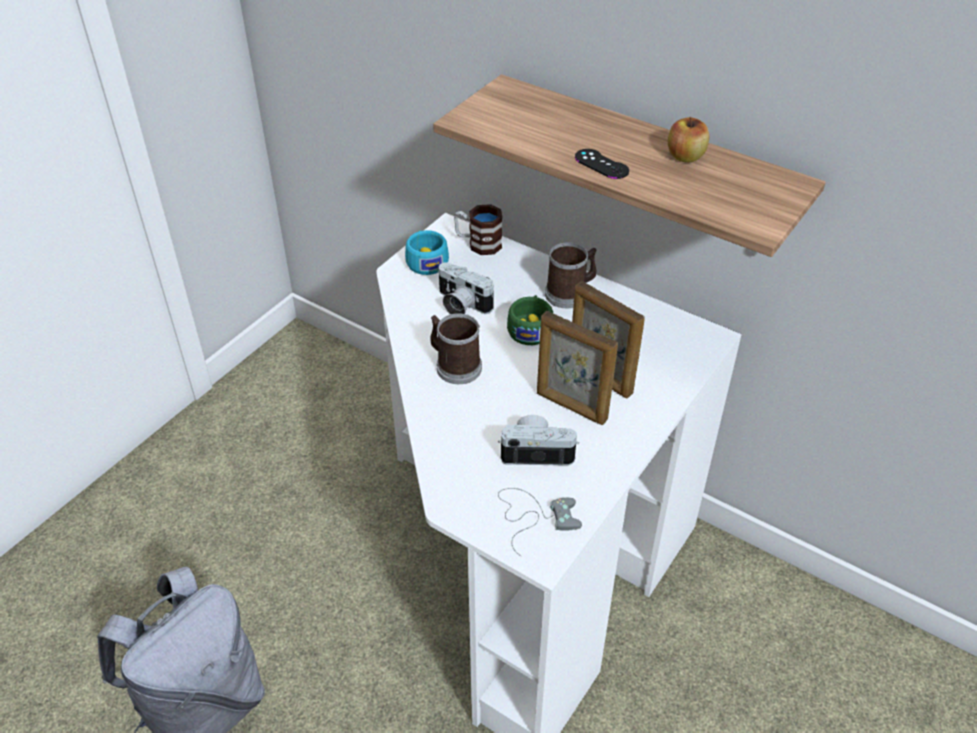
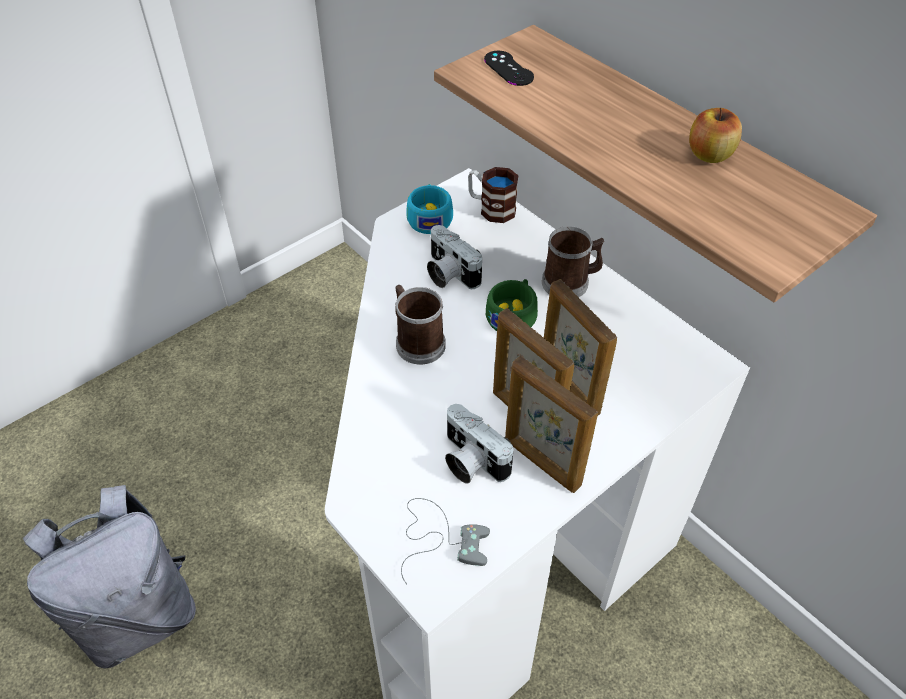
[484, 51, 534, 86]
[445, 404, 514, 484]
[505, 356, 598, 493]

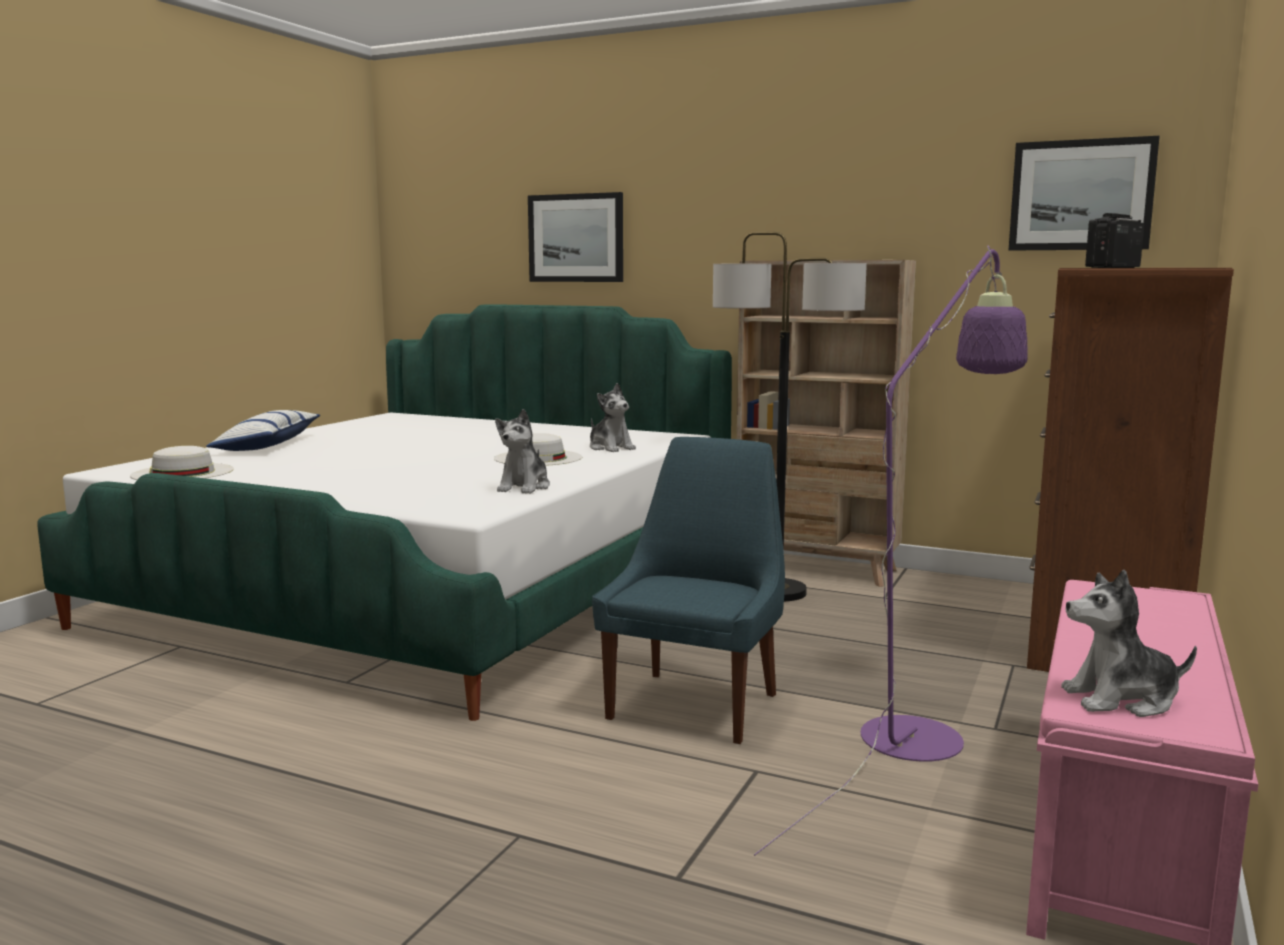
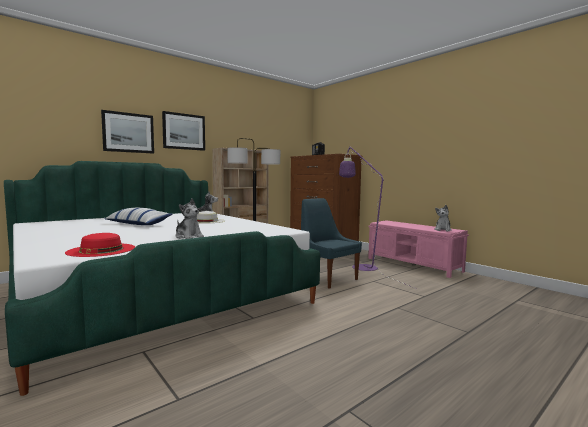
[162, 111, 205, 151]
[175, 198, 204, 239]
[104, 208, 173, 225]
[65, 233, 135, 257]

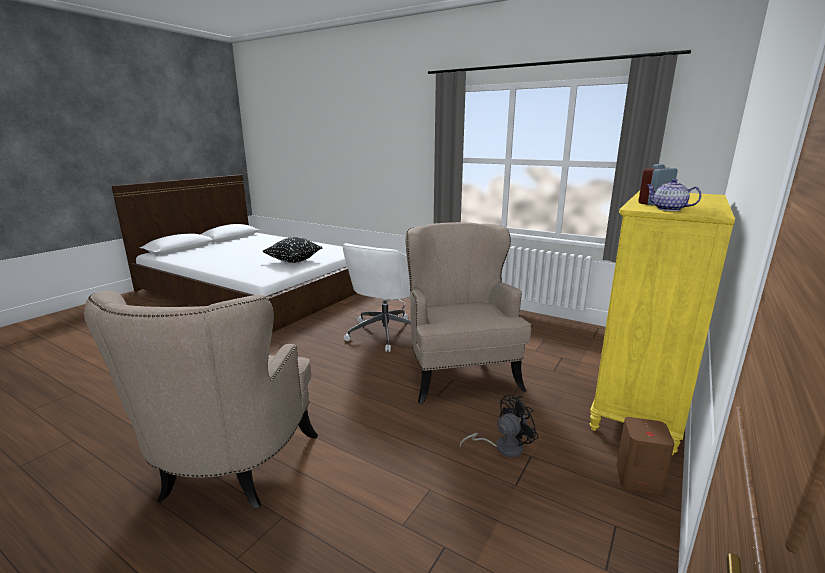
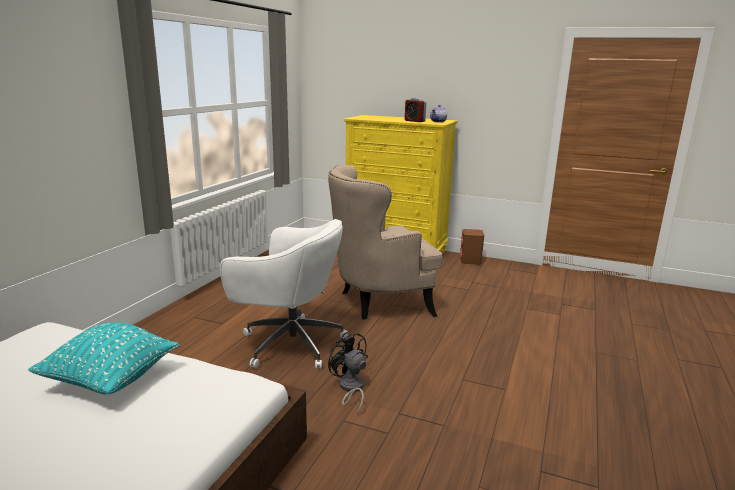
[28, 322, 180, 394]
[84, 291, 318, 509] (first image)
[328, 332, 368, 414]

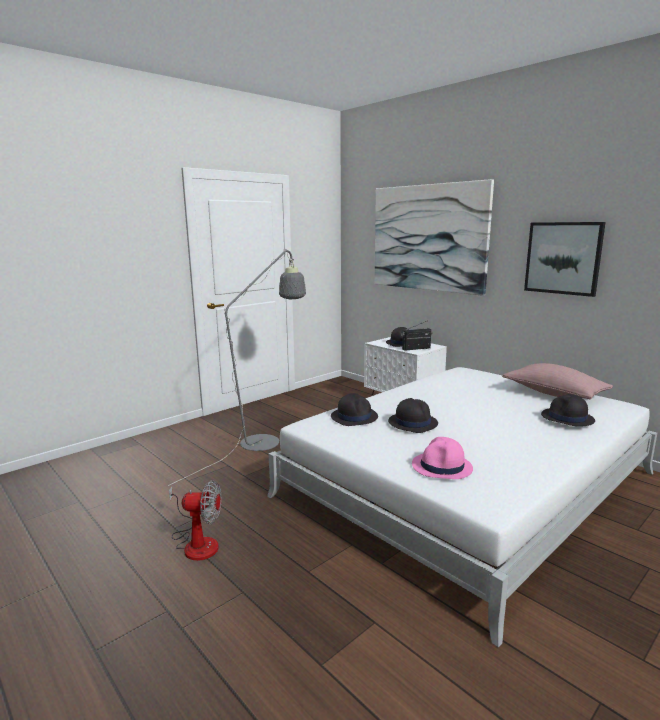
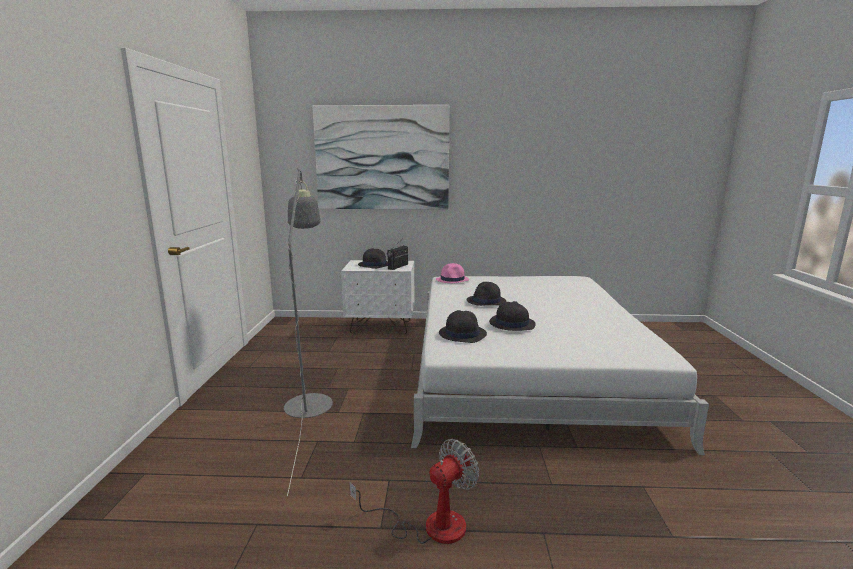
[524, 222, 606, 297] (first image)
[502, 363, 613, 399] (first image)
[466, 282, 506, 306]
[436, 263, 469, 283]

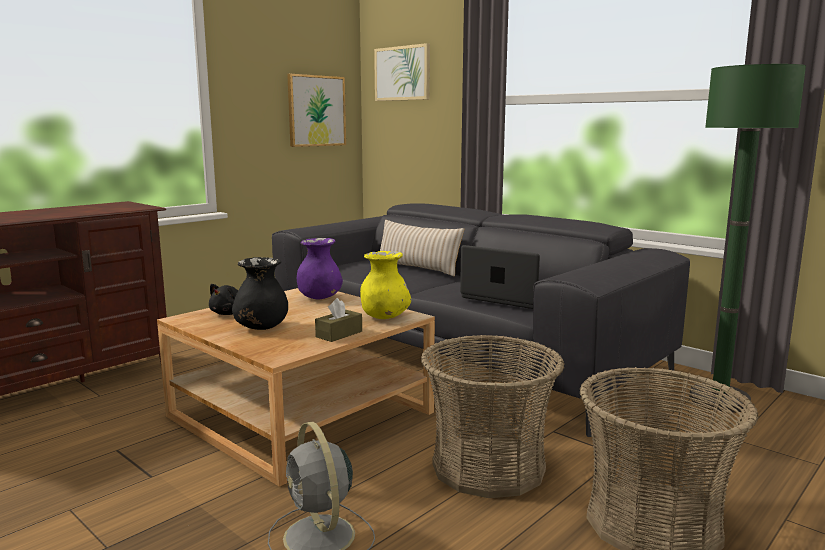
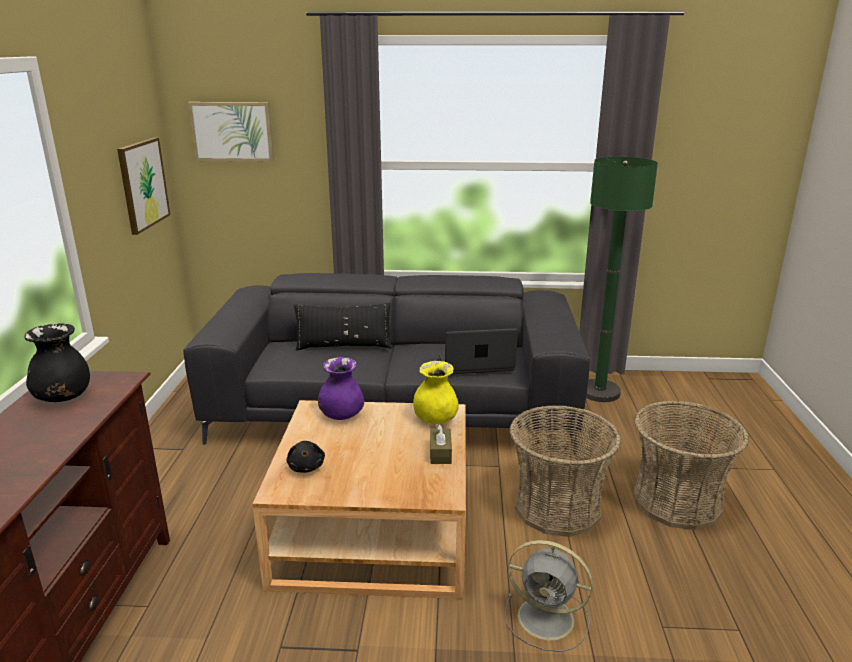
[294, 303, 392, 351]
[24, 323, 90, 402]

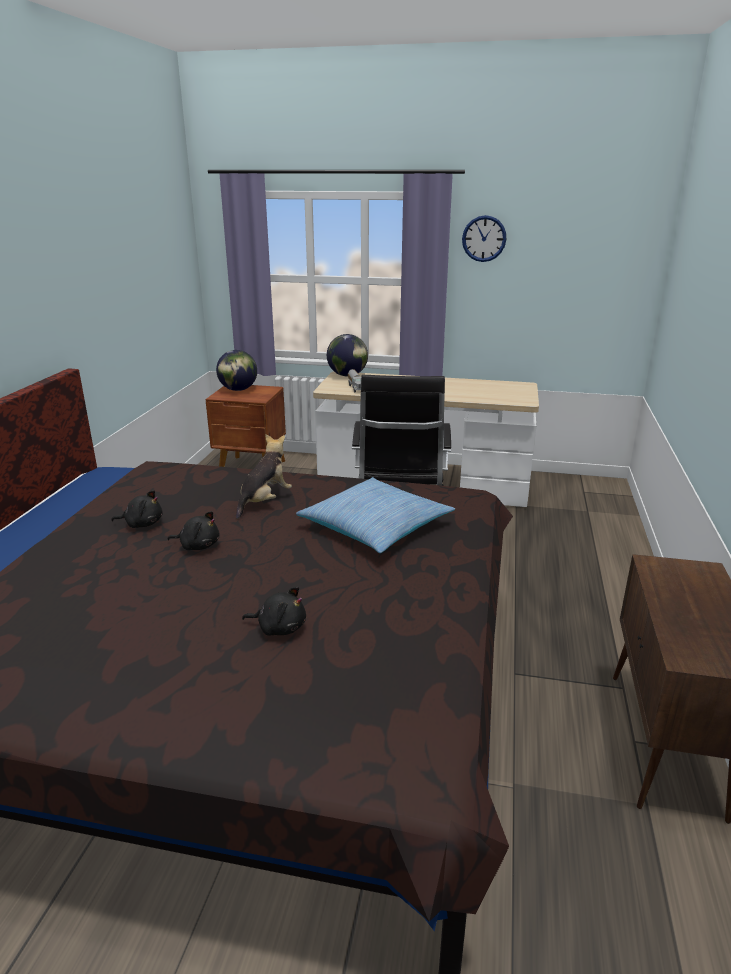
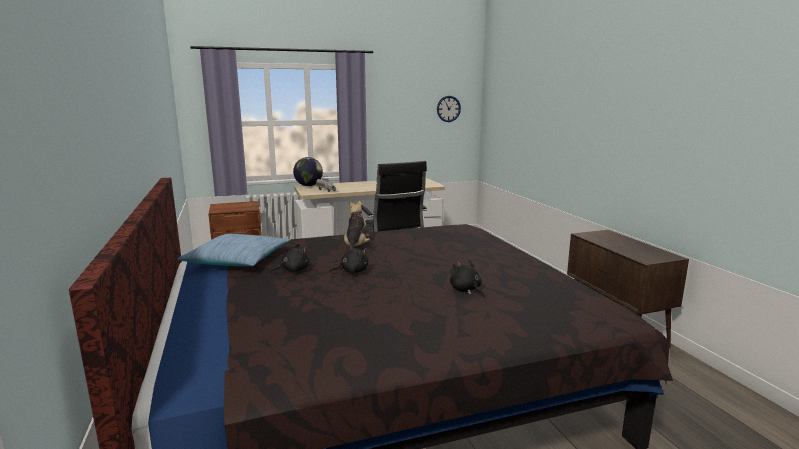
[437, 96, 461, 122]
[216, 350, 257, 391] (first image)
[178, 234, 290, 266]
[450, 260, 484, 297]

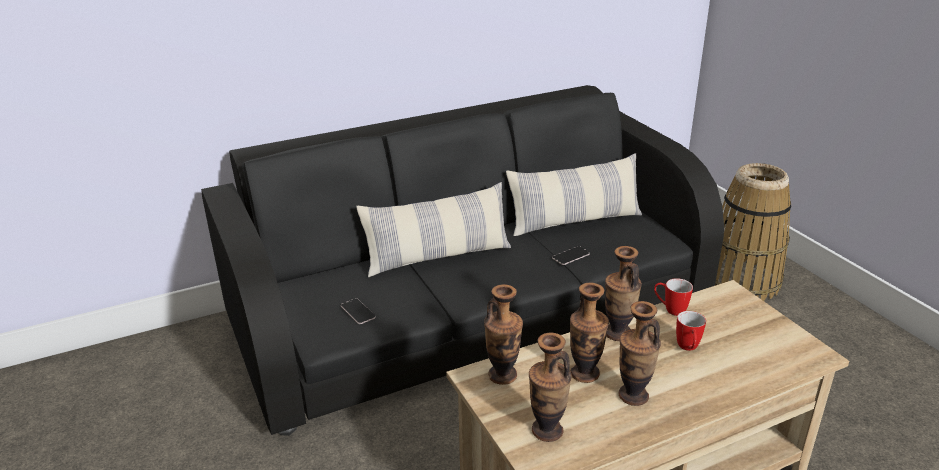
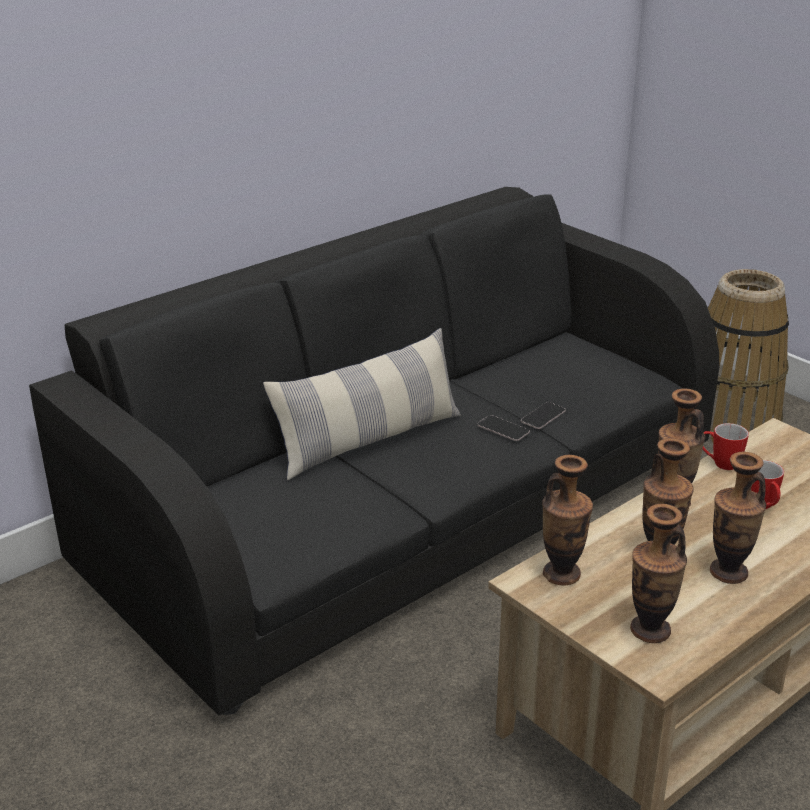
[506, 153, 642, 236] (first image)
[477, 415, 530, 441]

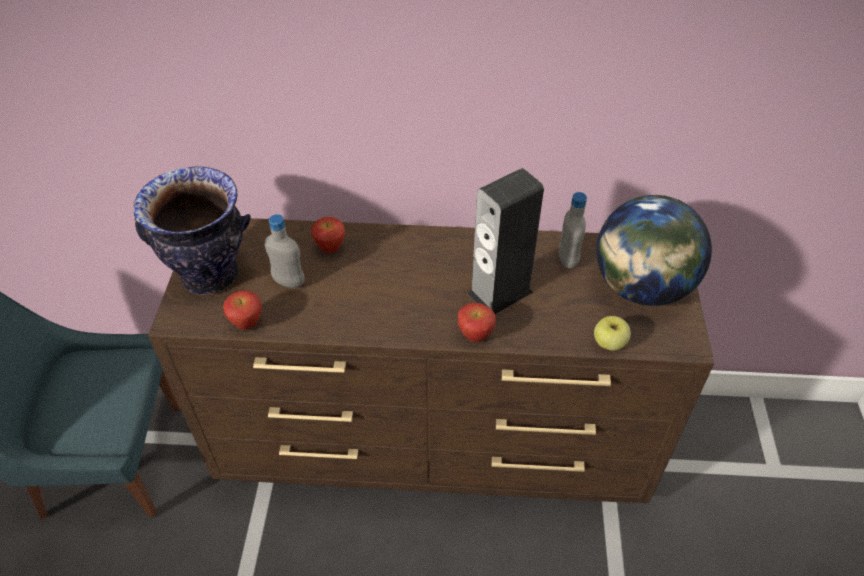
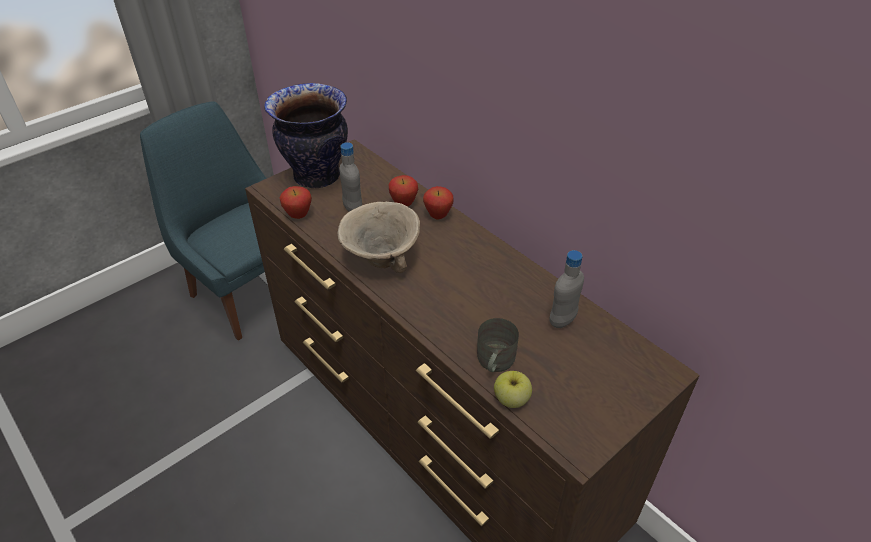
[467, 168, 544, 314] (first image)
[596, 195, 712, 306] (first image)
[423, 186, 454, 219]
[338, 202, 420, 273]
[477, 318, 519, 372]

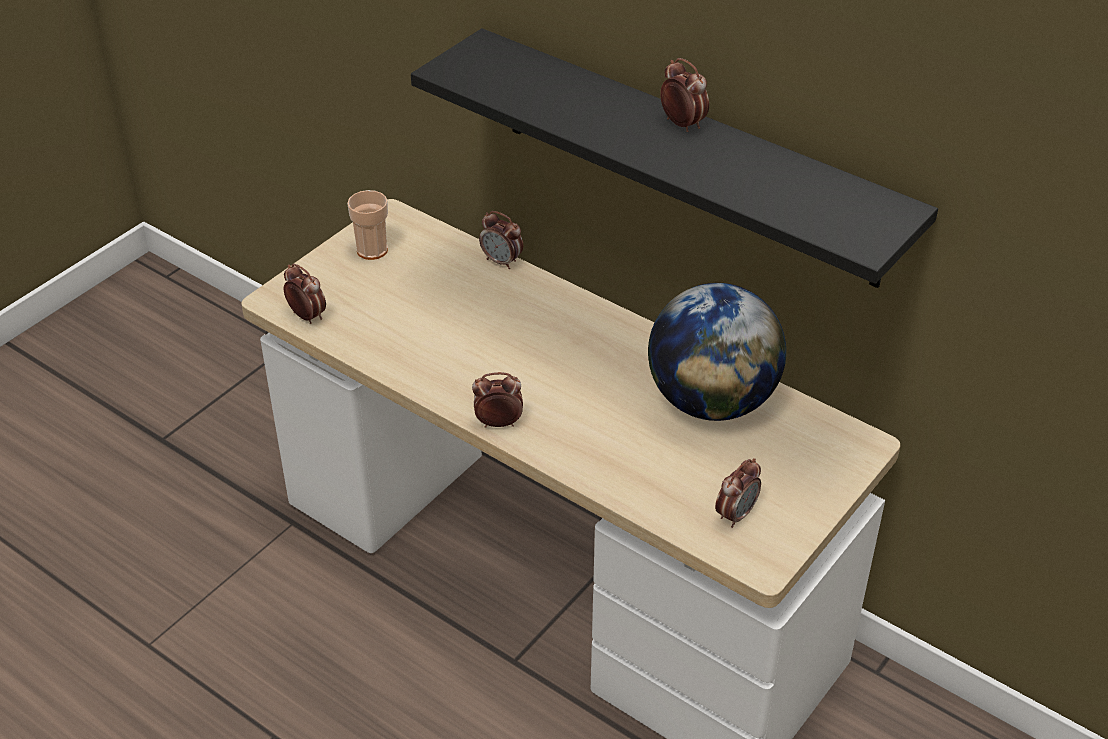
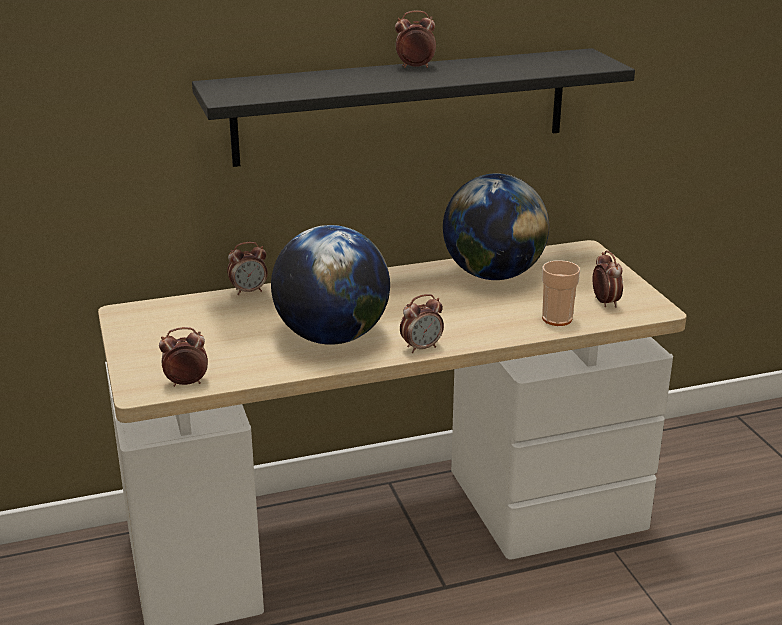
[542, 260, 580, 326]
[400, 294, 444, 353]
[271, 225, 390, 345]

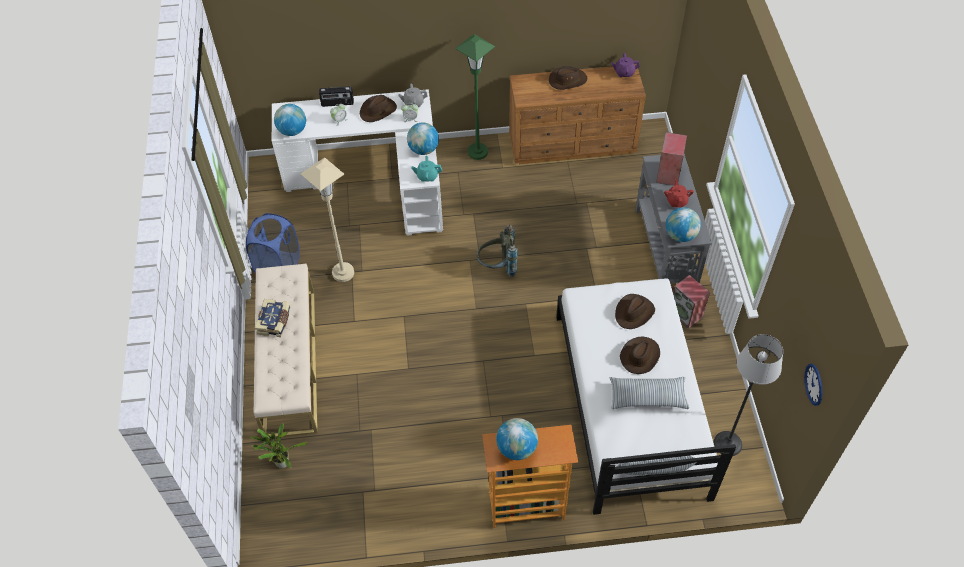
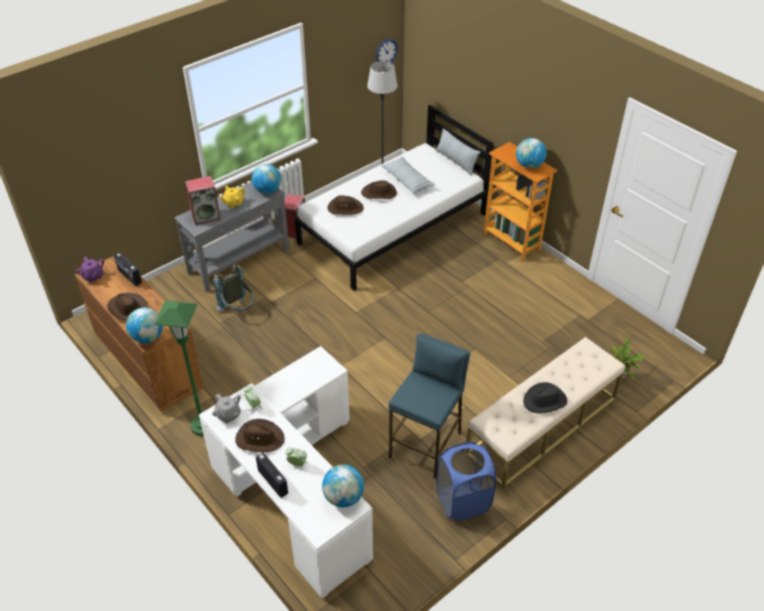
[126, 307, 163, 343]
[411, 156, 442, 182] (first image)
[388, 334, 470, 479]
[219, 186, 245, 208]
[213, 263, 255, 311]
[523, 382, 567, 413]
[114, 253, 142, 286]

